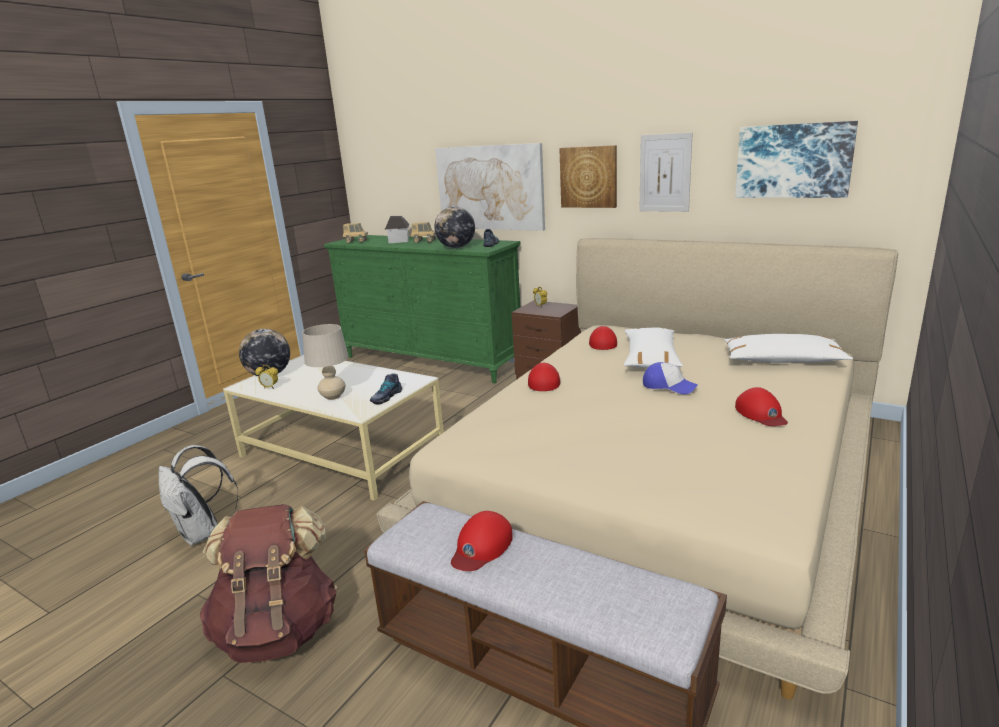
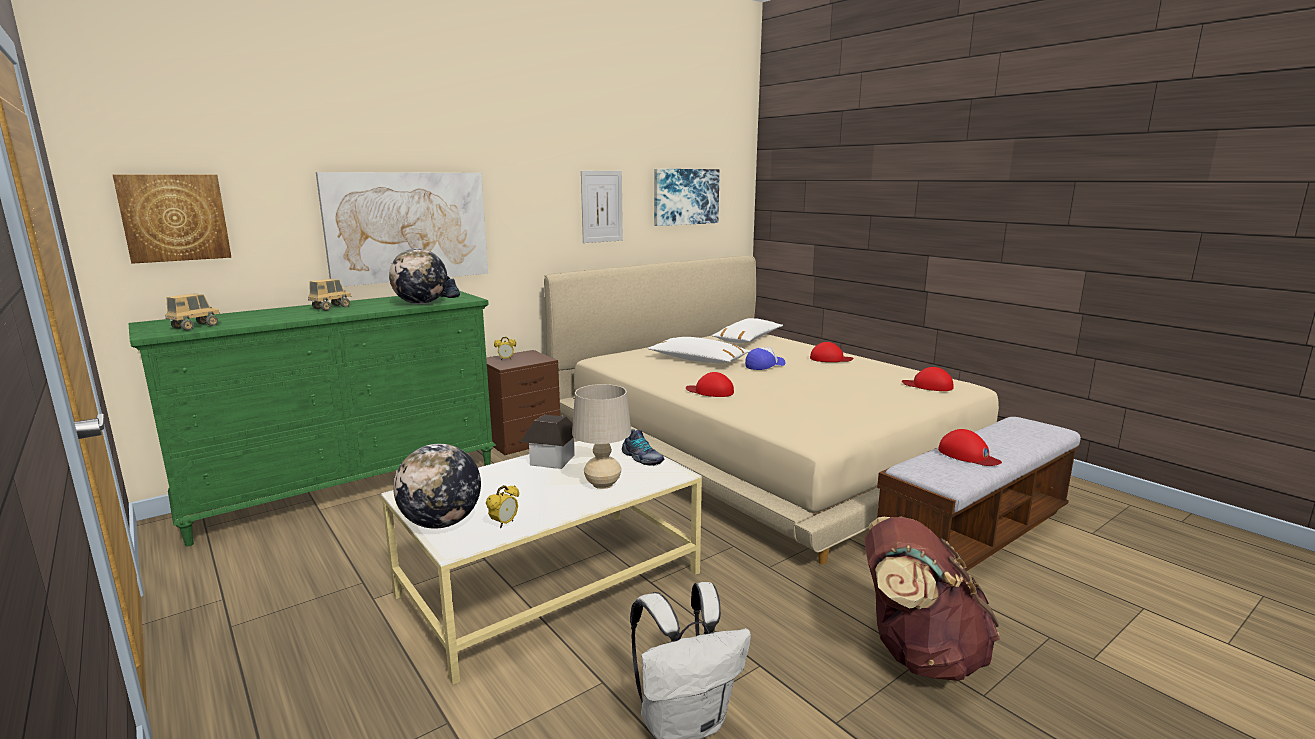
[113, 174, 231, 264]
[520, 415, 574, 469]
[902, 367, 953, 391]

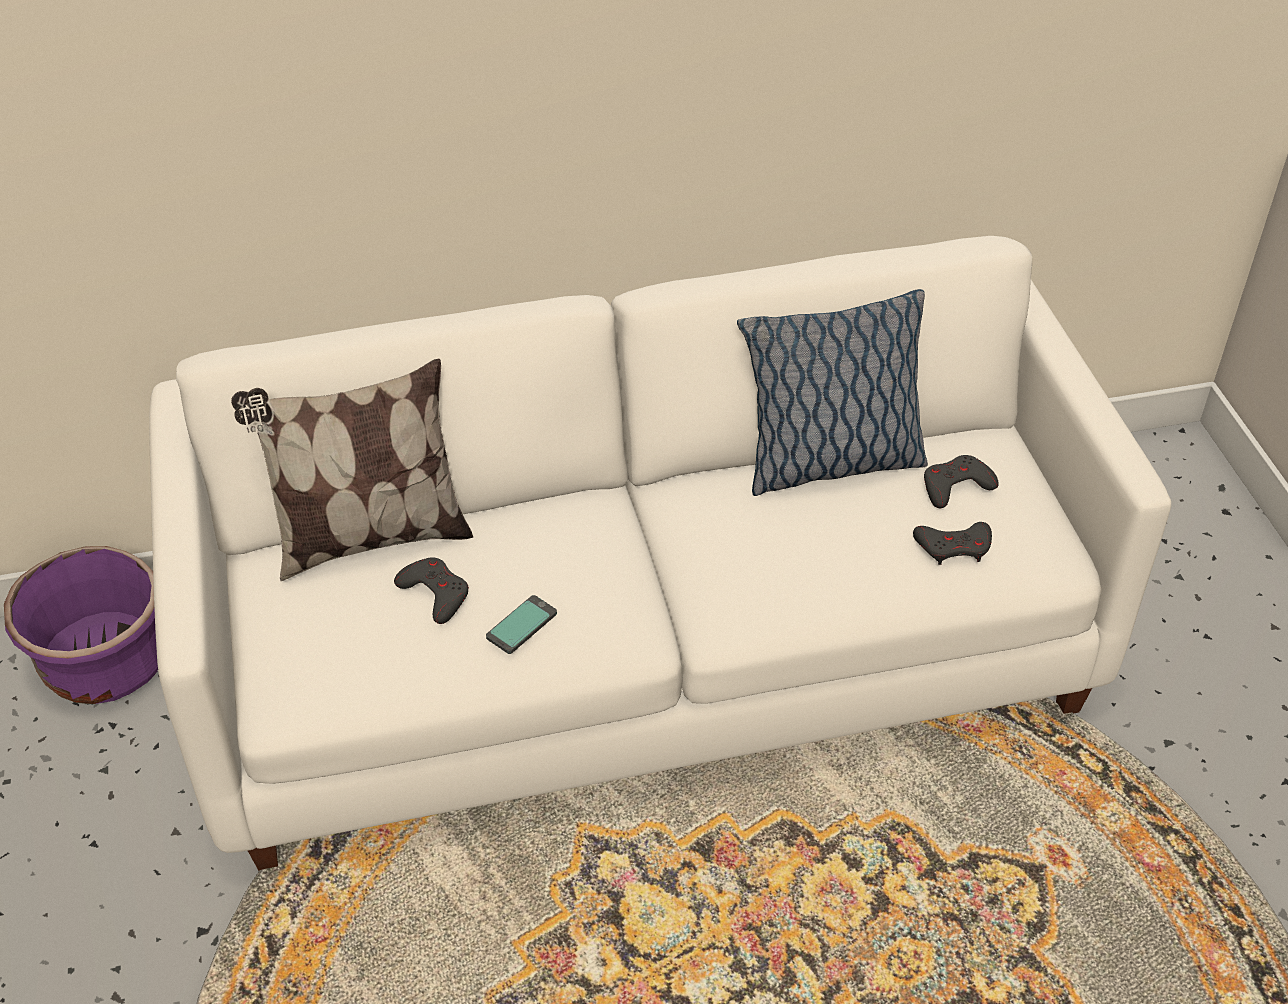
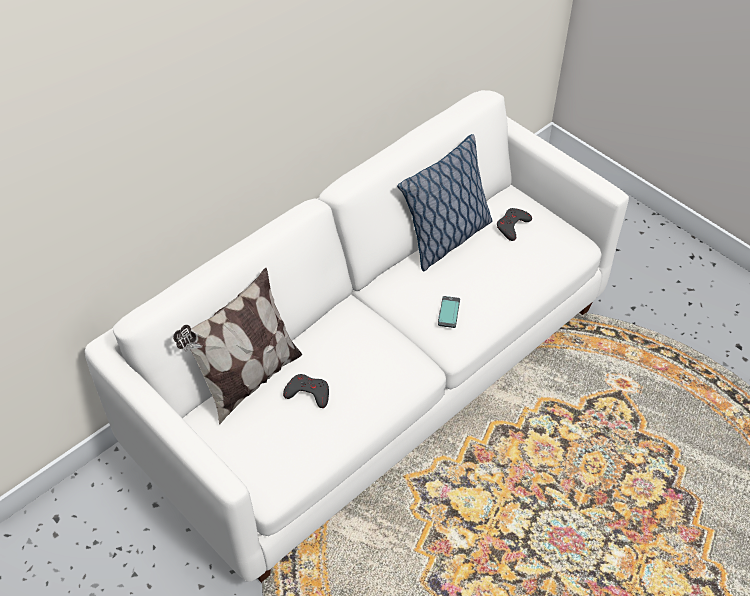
[913, 522, 992, 565] (first image)
[4, 546, 158, 704] (first image)
[438, 296, 460, 328]

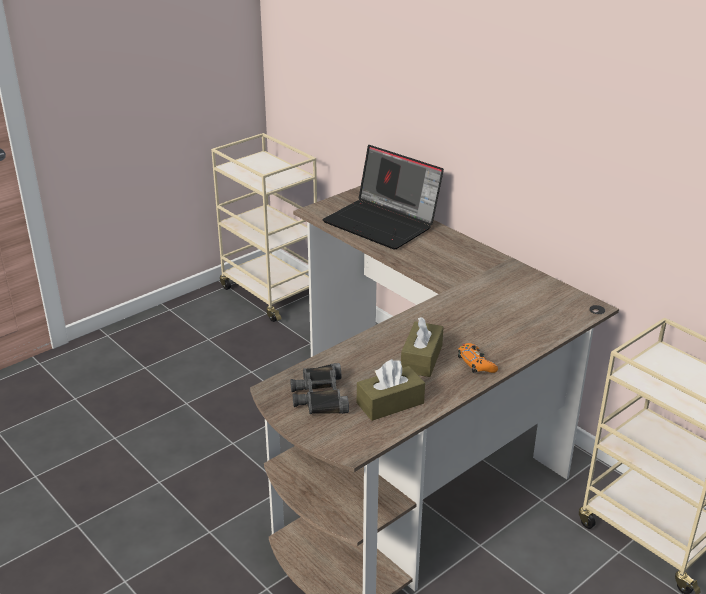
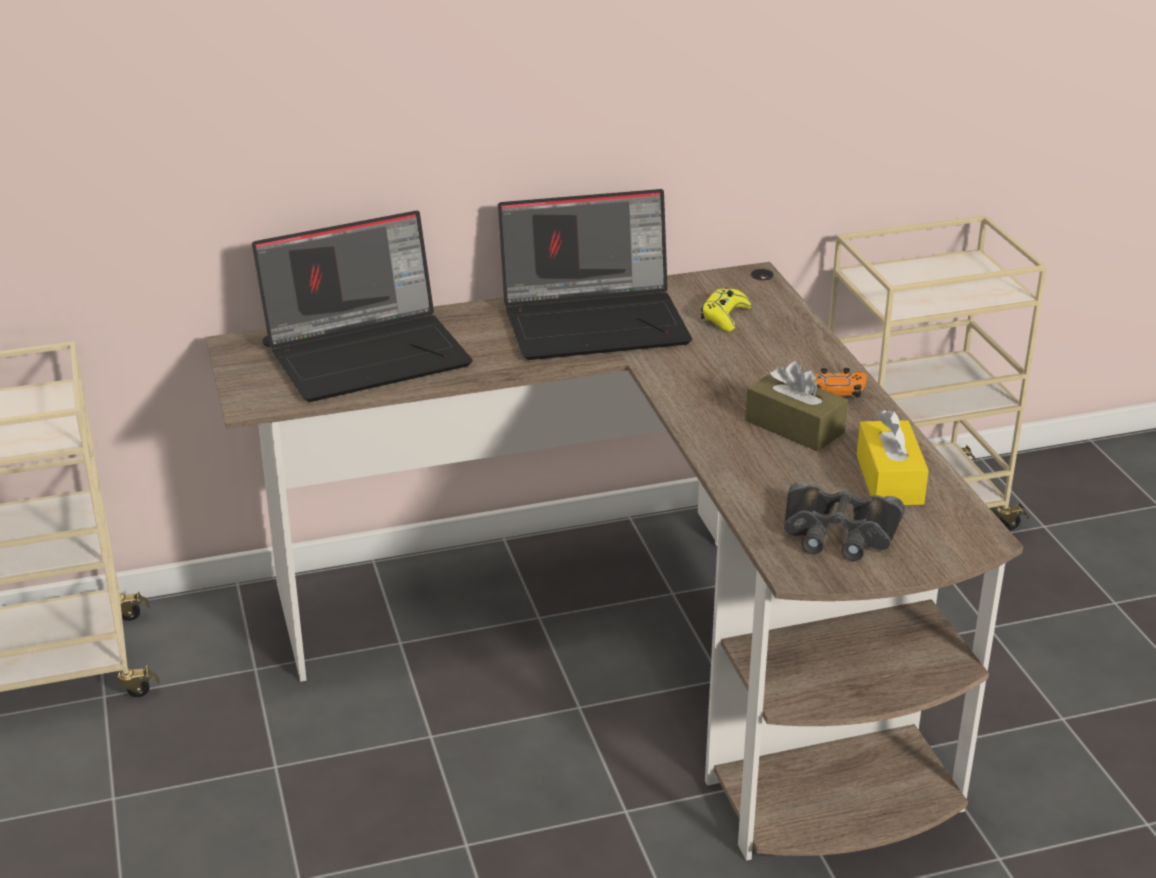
[857, 409, 929, 505]
[498, 189, 692, 360]
[701, 287, 751, 331]

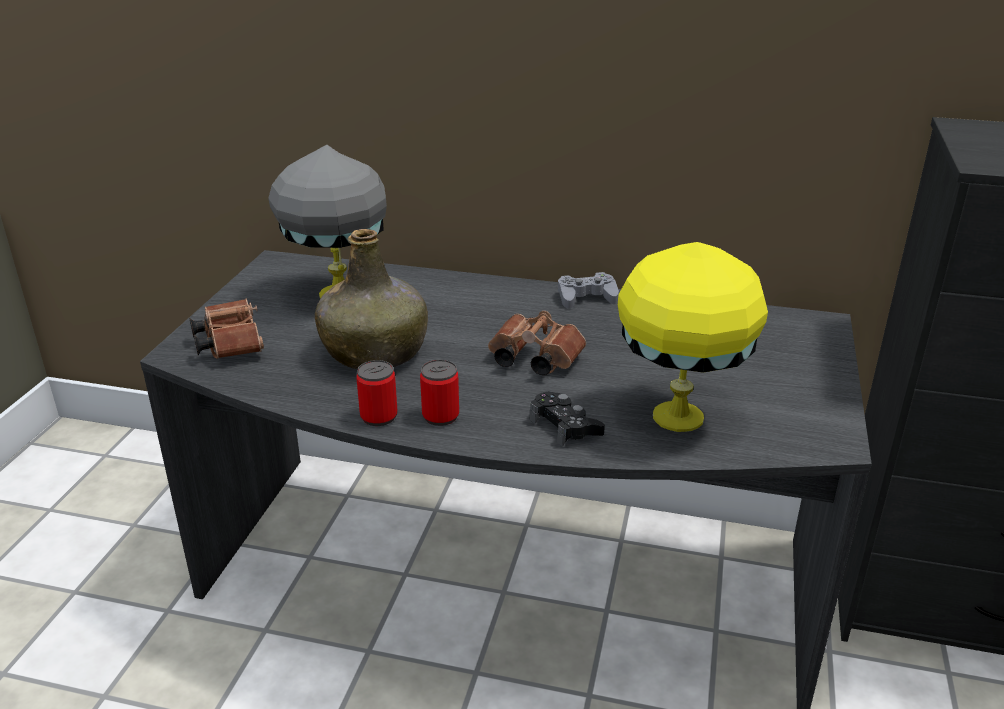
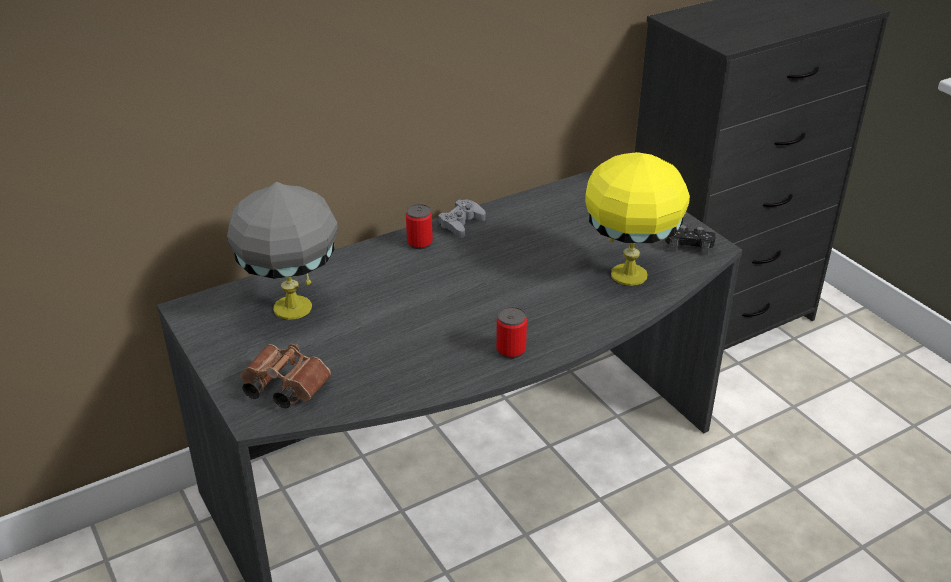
[315, 229, 428, 369] (first image)
[488, 311, 586, 375] (first image)
[406, 204, 433, 249]
[665, 225, 716, 255]

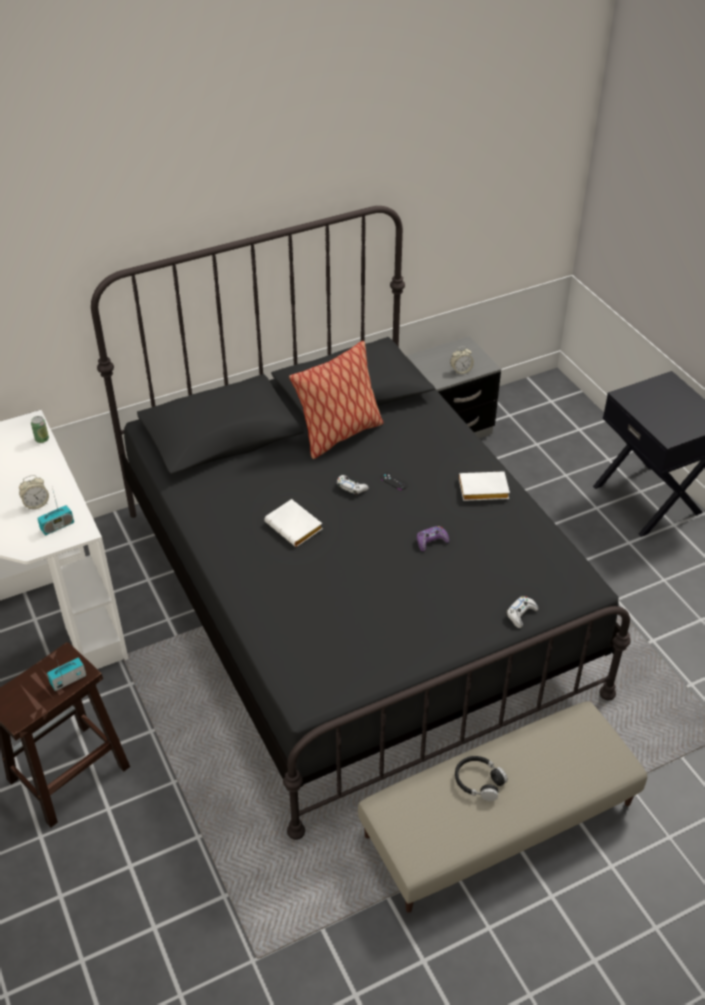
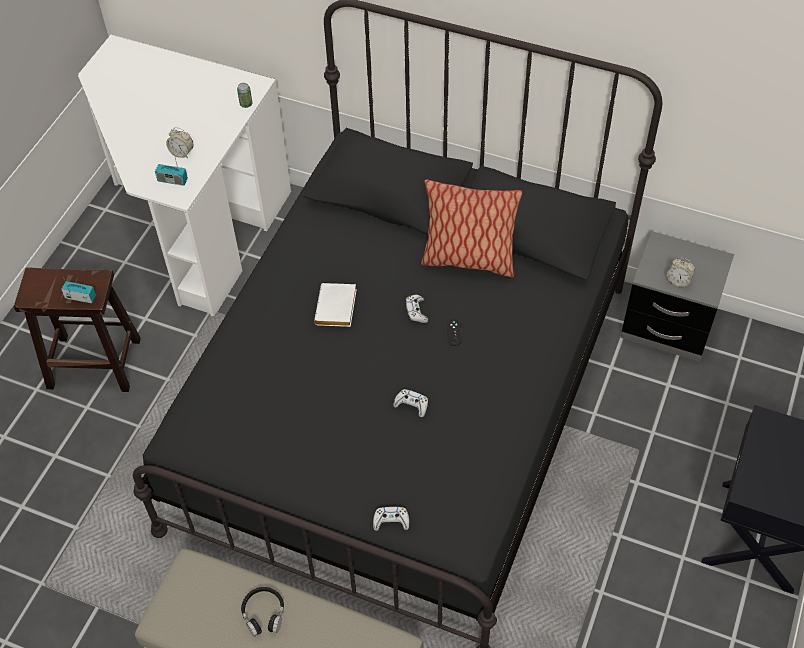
[459, 471, 510, 501] (first image)
[393, 389, 428, 417]

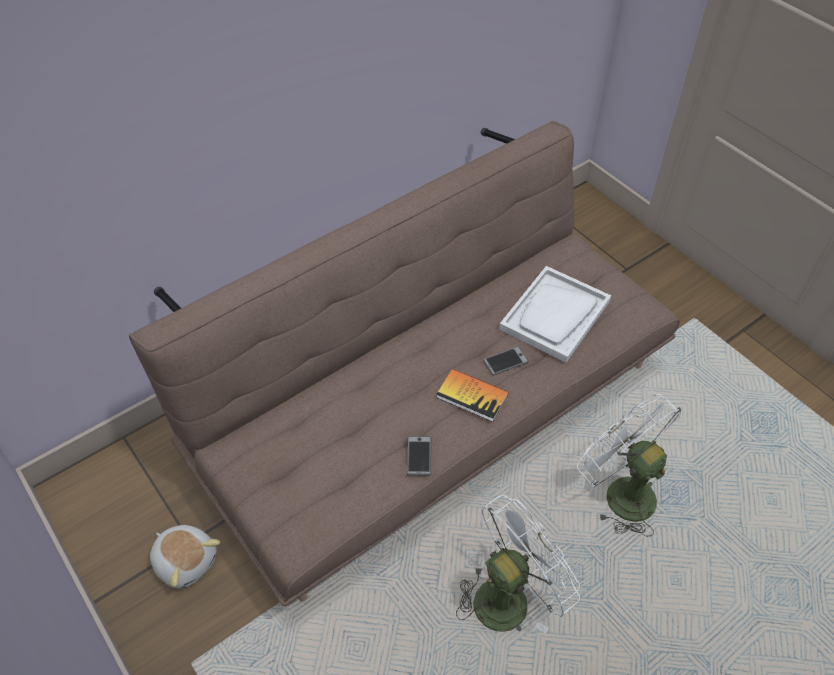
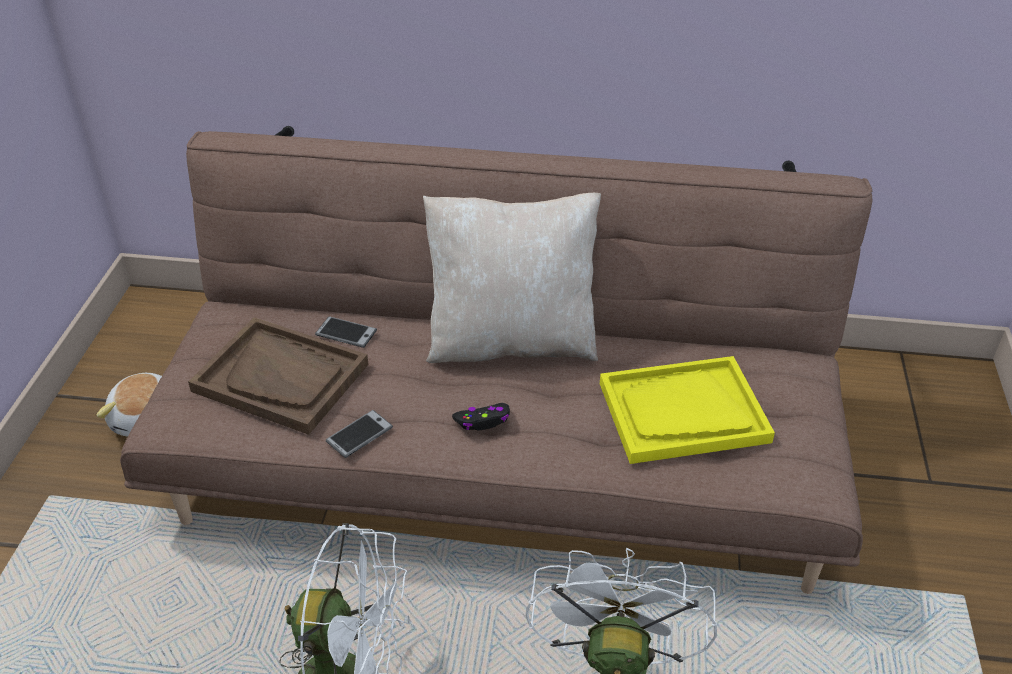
[600, 356, 775, 464]
[315, 316, 377, 348]
[452, 403, 510, 430]
[423, 193, 601, 363]
[188, 317, 368, 435]

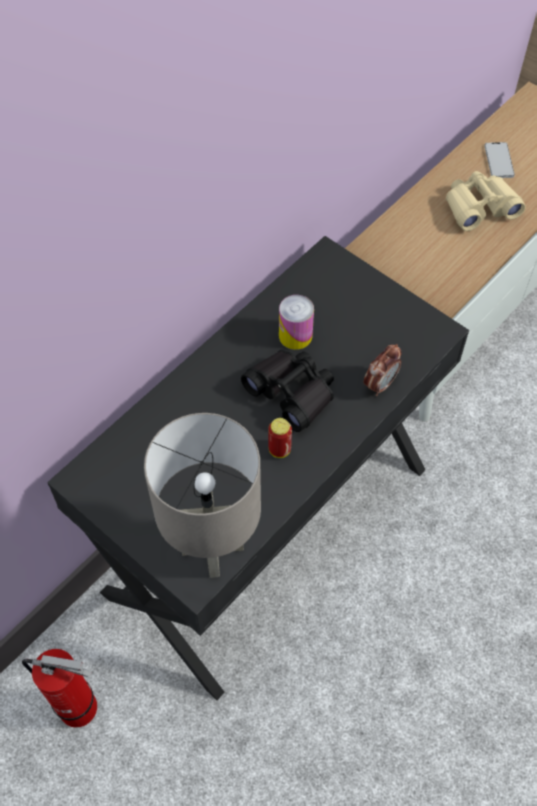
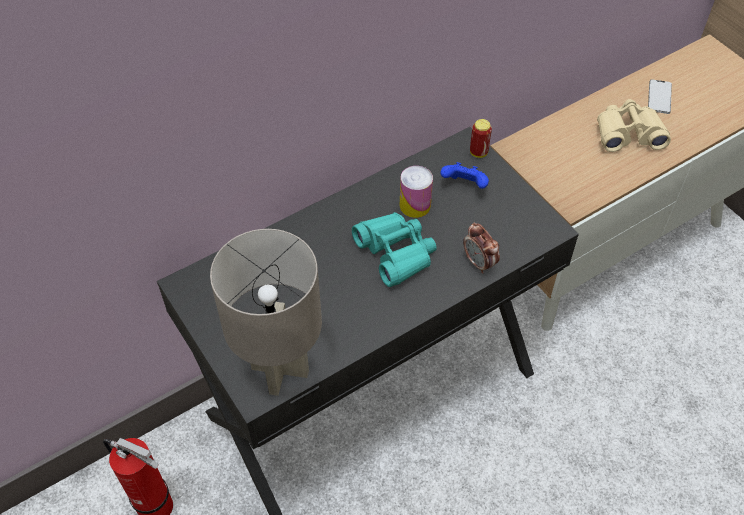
[463, 222, 500, 274]
[352, 212, 437, 287]
[470, 119, 492, 158]
[441, 162, 489, 189]

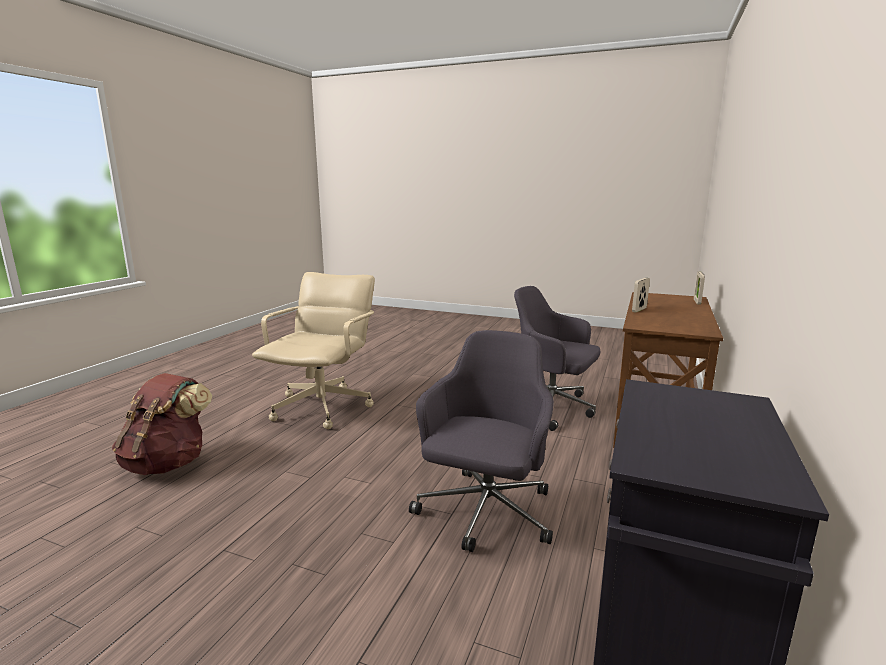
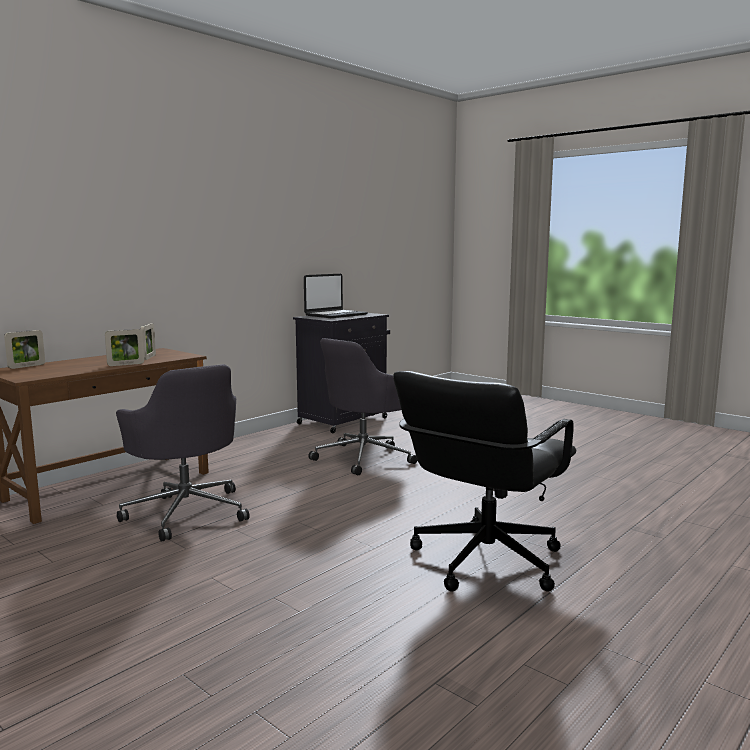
[393, 371, 576, 592]
[112, 373, 212, 475] (first image)
[304, 274, 368, 318]
[140, 324, 156, 360]

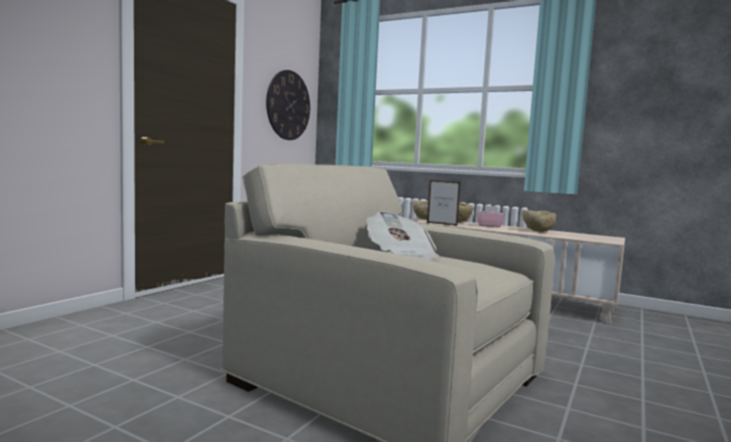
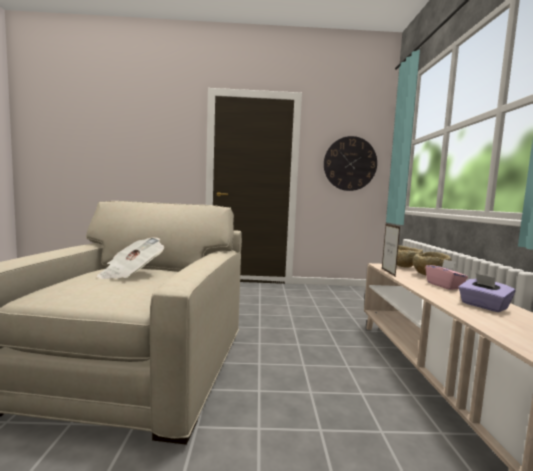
[458, 273, 516, 312]

